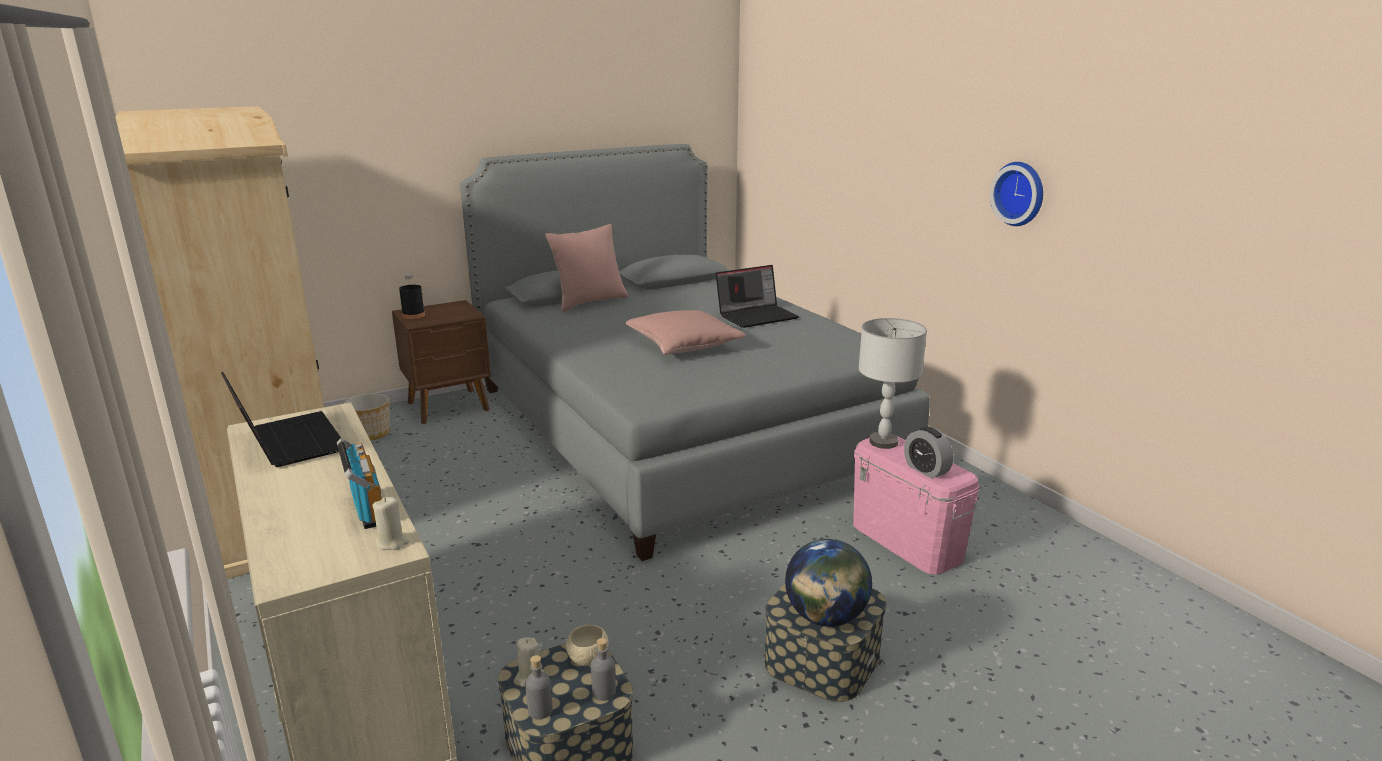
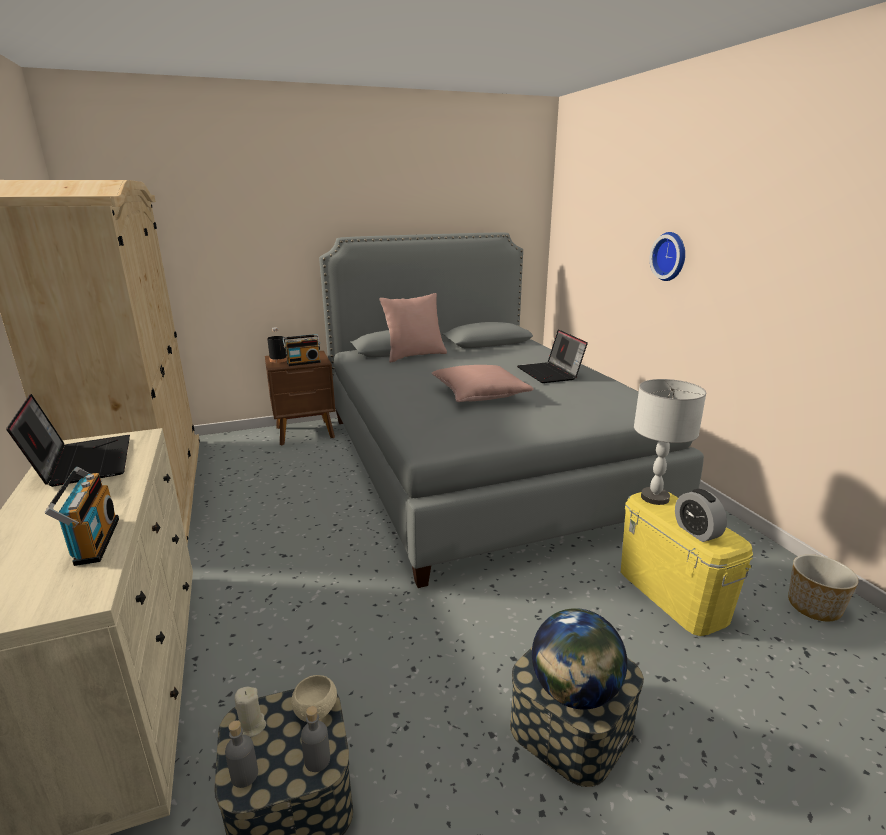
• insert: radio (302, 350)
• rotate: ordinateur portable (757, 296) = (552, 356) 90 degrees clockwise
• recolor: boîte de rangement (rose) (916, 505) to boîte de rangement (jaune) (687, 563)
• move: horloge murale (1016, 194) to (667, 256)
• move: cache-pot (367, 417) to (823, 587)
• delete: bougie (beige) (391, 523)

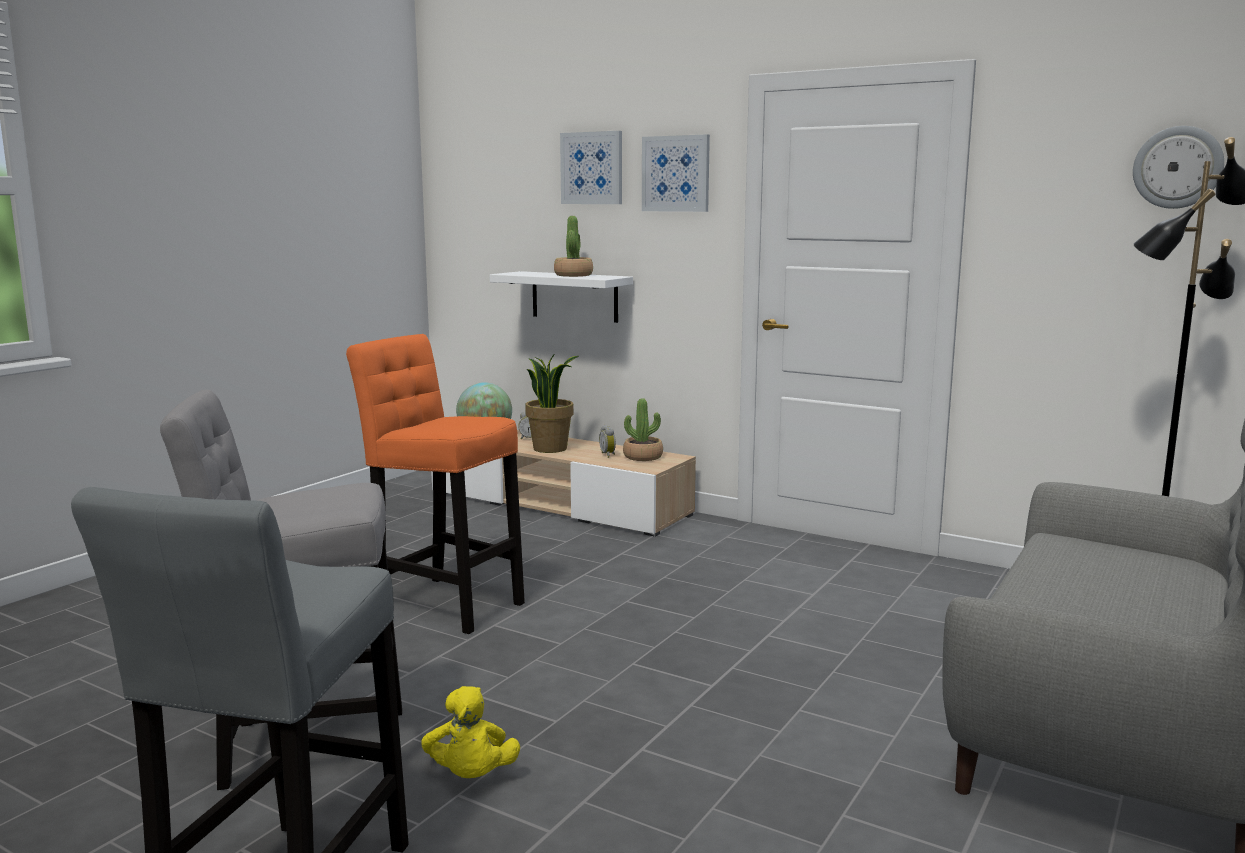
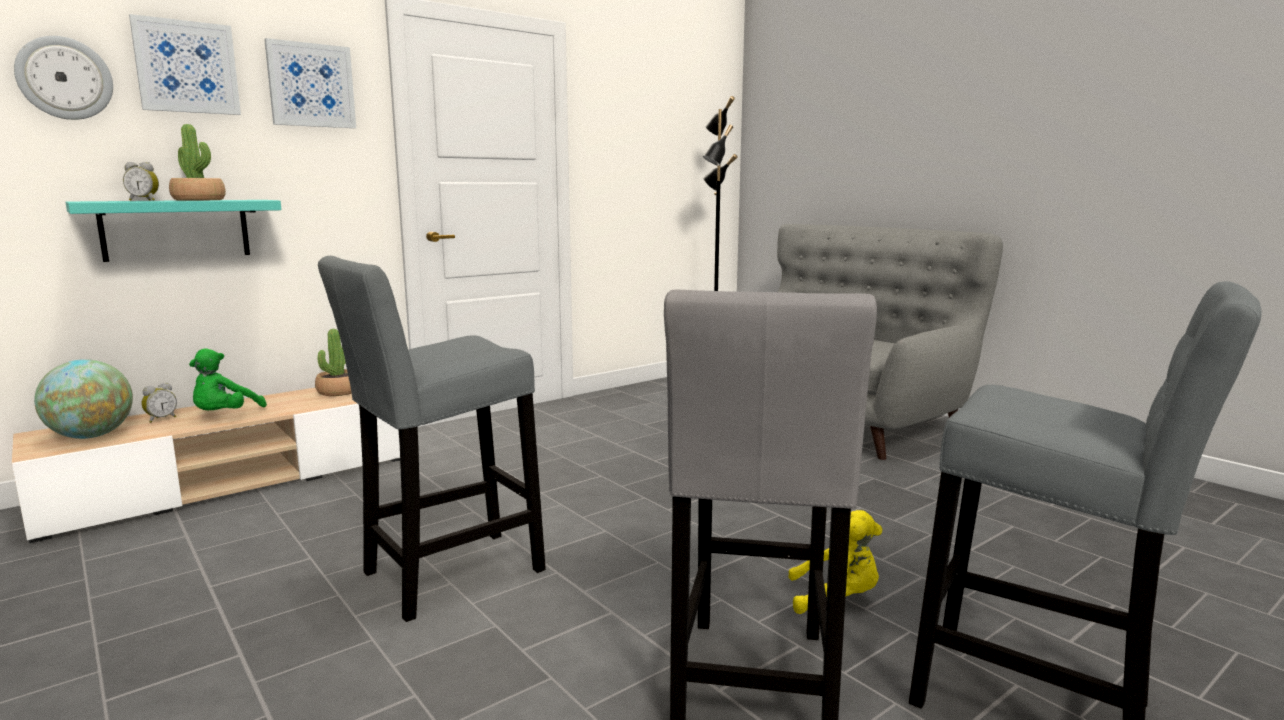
• move: horloge murale (1178, 167) to (63, 78)
• recolor: étagère (blanc) (561, 297) to étagère (turquoise) (173, 231)
• move: réveil (607, 441) to (141, 181)
• replace: plante en pot (551, 404) to peluche (vert) (228, 379)
• recolor: tabouret (orange) (435, 484) to tabouret (gris) (432, 439)

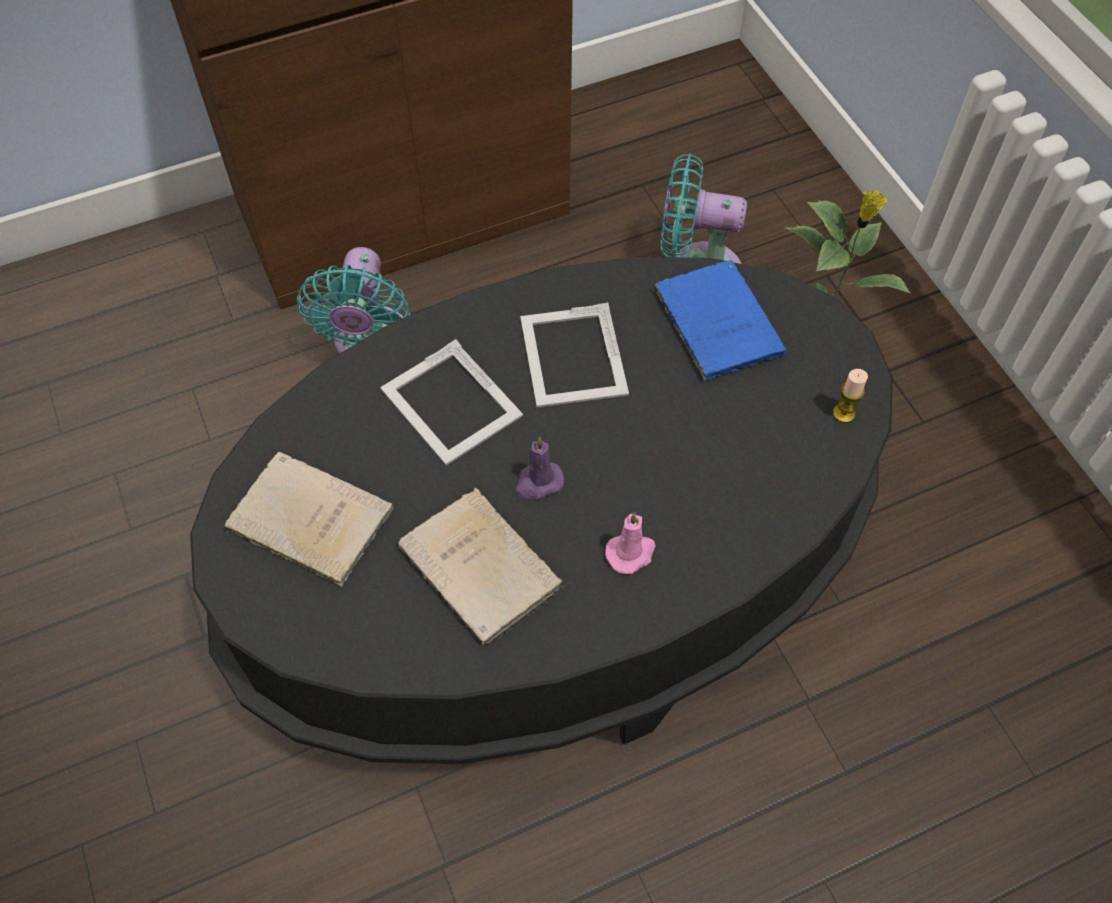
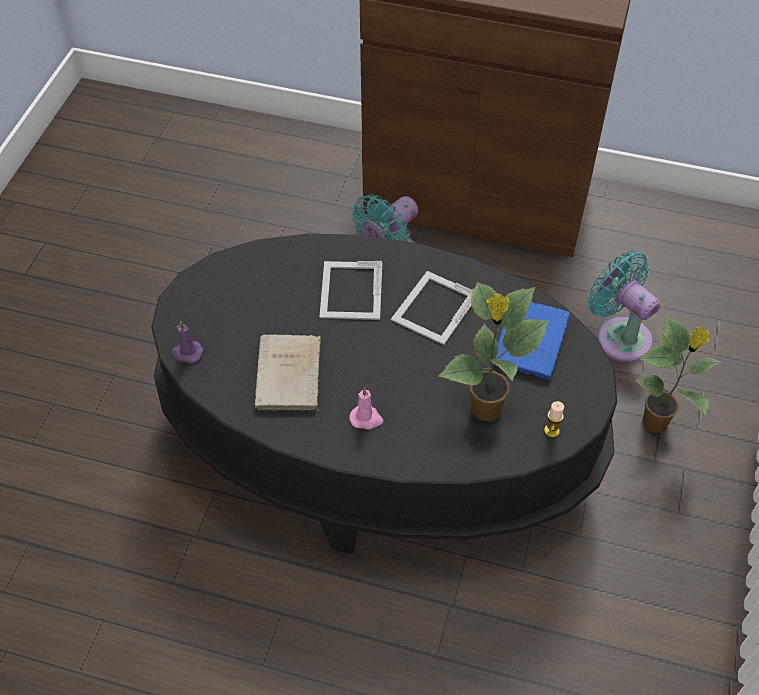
• move: bougie (violet) (539, 468) to (187, 342)
• insert: plante en pot (493, 352)
• delete: livre (beige) (308, 519)

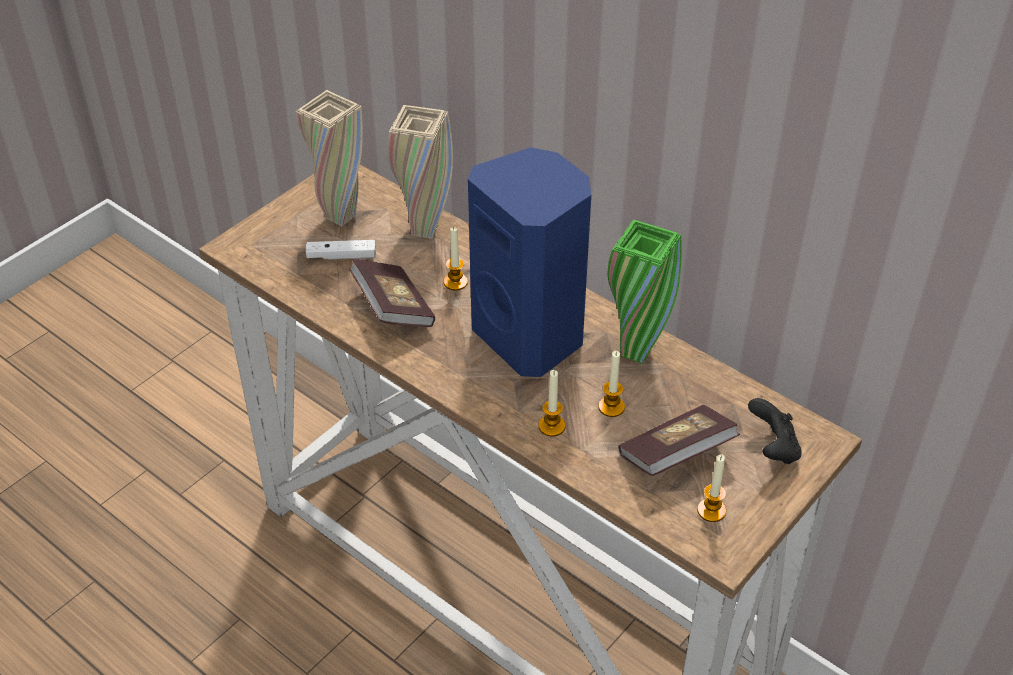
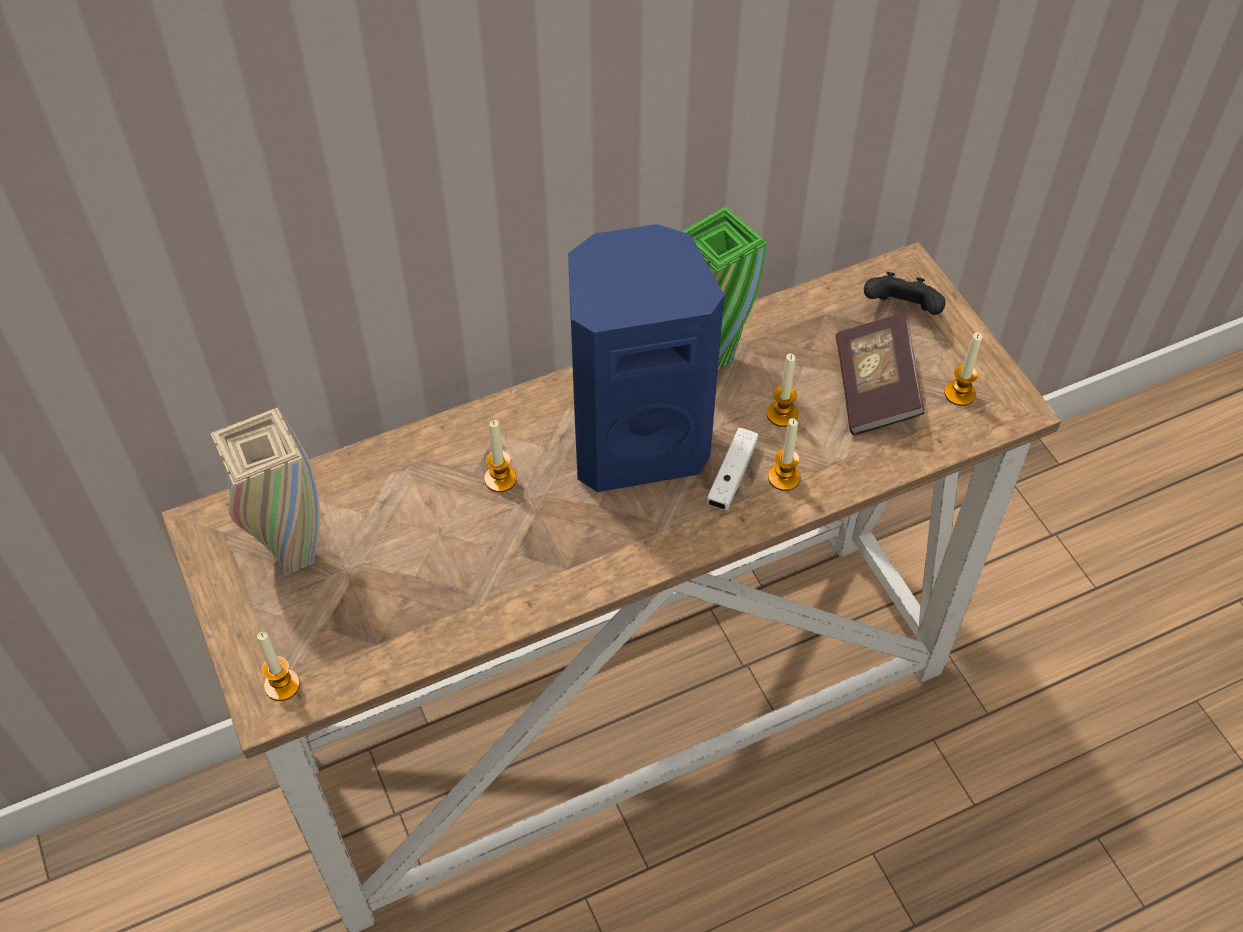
• insert: bougie (278, 666)
• move: manette (blanc) (341, 250) to (732, 469)
• delete: livre (392, 293)
• delete: vase (beige) (420, 172)

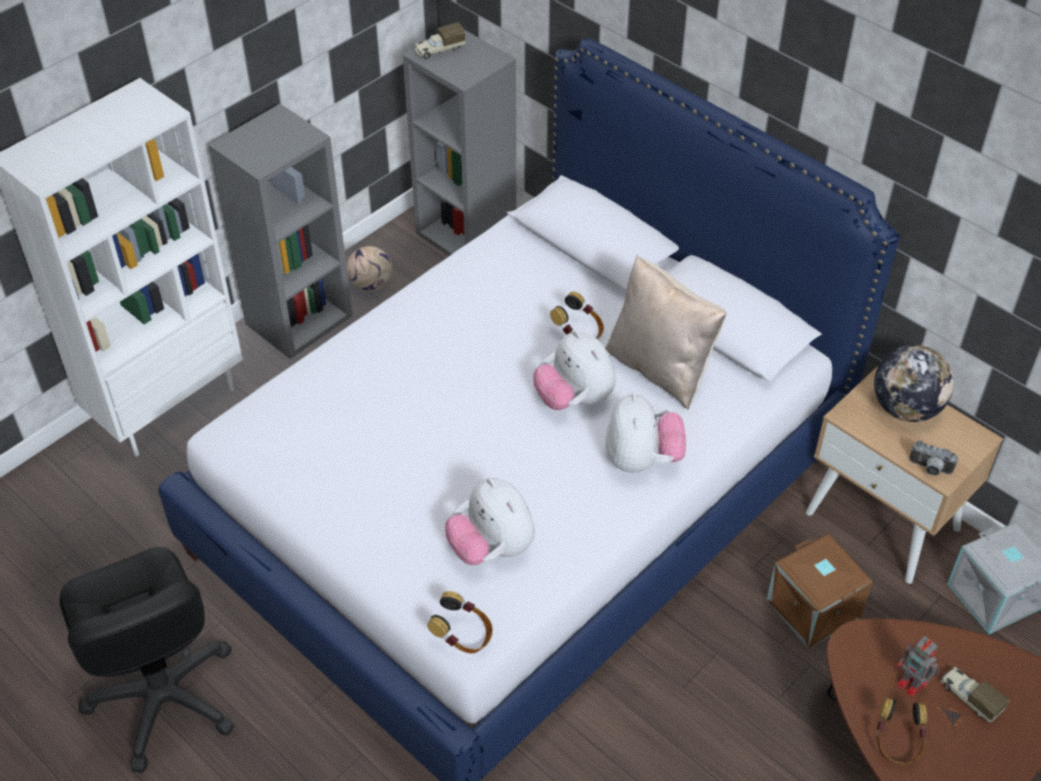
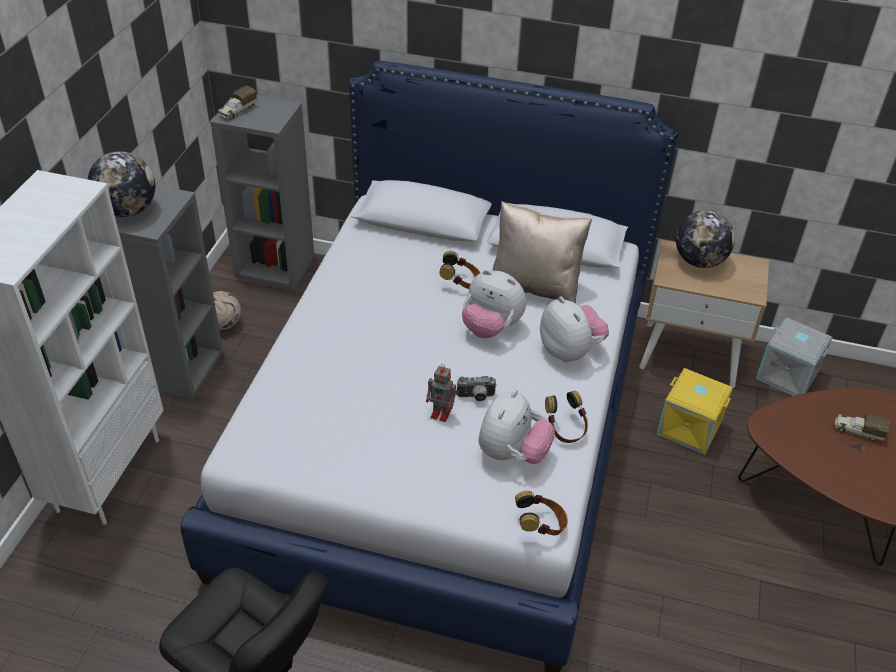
• insert: globe (121, 184)
• move: robot jouet (918, 666) to (442, 393)
• move: appareil photo (933, 458) to (477, 389)
• rotate: peluche (490, 521) = (516, 427) 90 degrees counterclockwise
• move: casque audio (901, 730) to (566, 417)
• recolor: boîte de rangement (marron) (820, 591) to boîte de rangement (jaune) (694, 411)

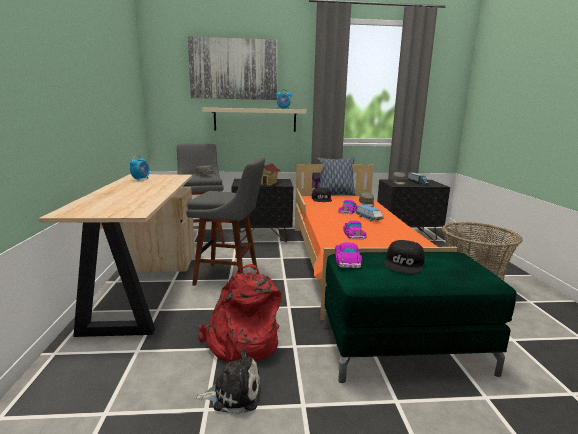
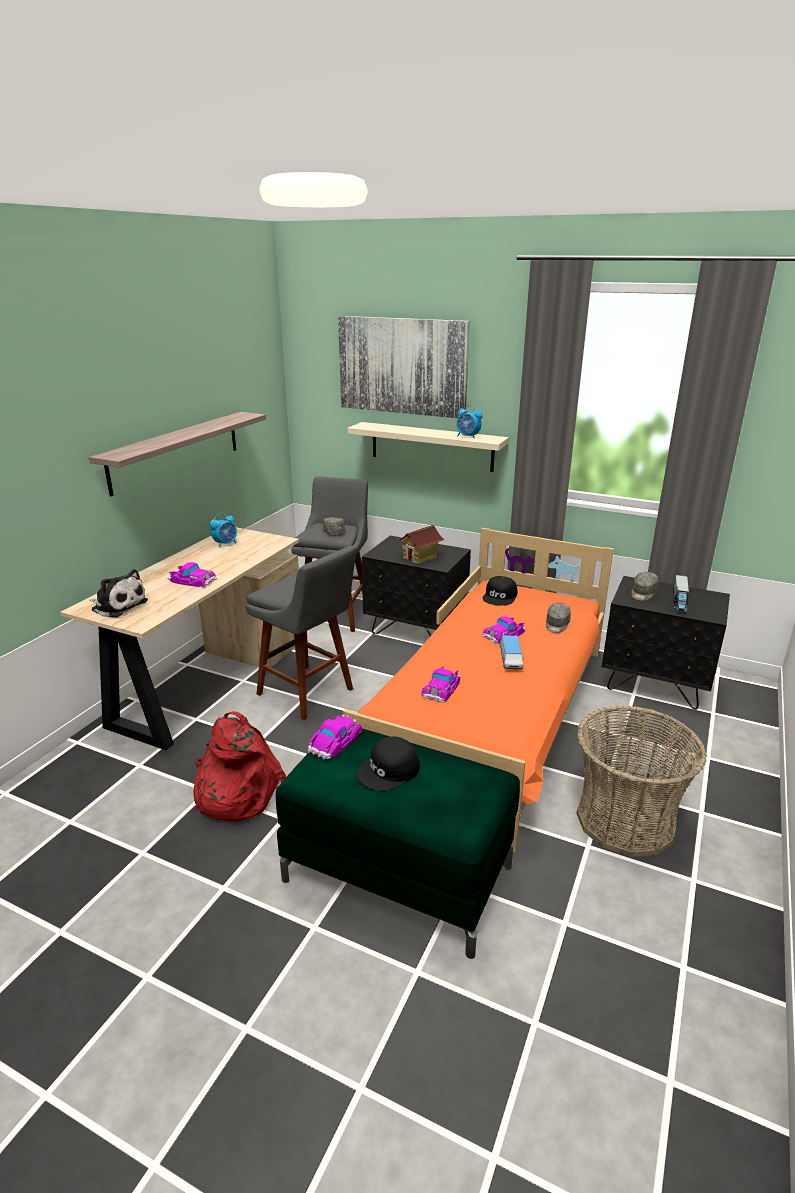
• insert: étagère (177, 454)
• move: peluche (227, 381) to (119, 593)
• insert: petite voiture (192, 574)
• delete: coussin (336, 176)

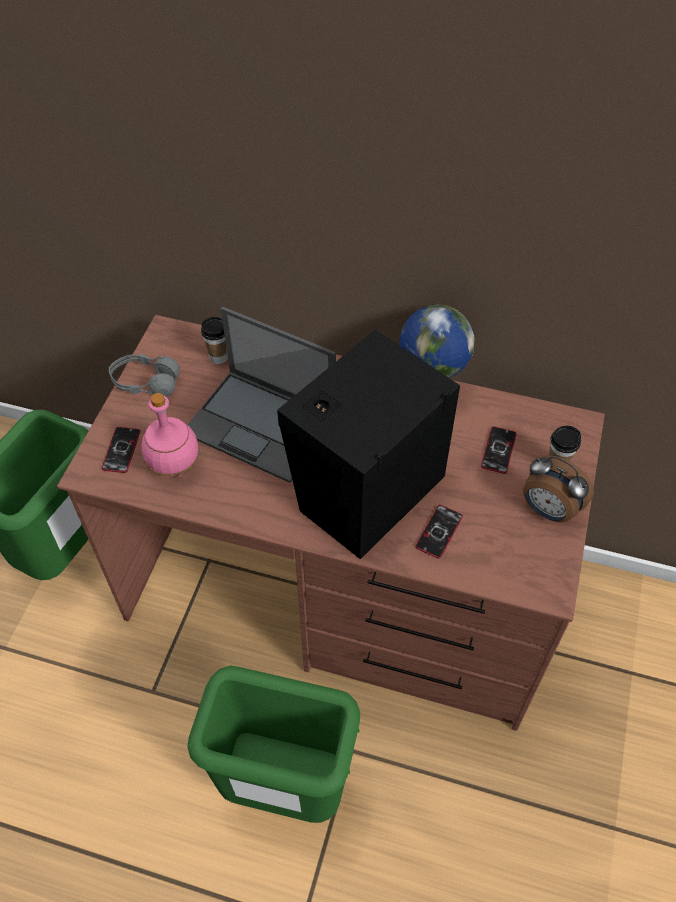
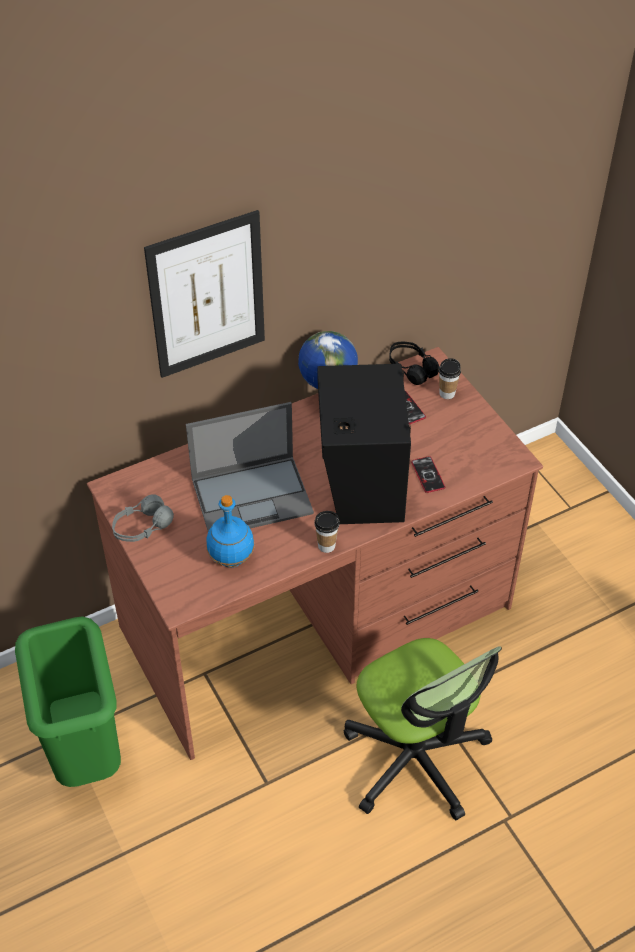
• insert: tableau (204, 294)
• recolor: bouteille (rose) (170, 435) to bouteille (bleu) (230, 531)
• move: tasse (214, 340) to (327, 532)
• replace: poubelle (vert) (273, 744) to chaise de bureau (423, 729)
• insert: casque audio (noir) (414, 363)
• delete: téléphone (121, 450)
• delete: réveil (558, 489)

